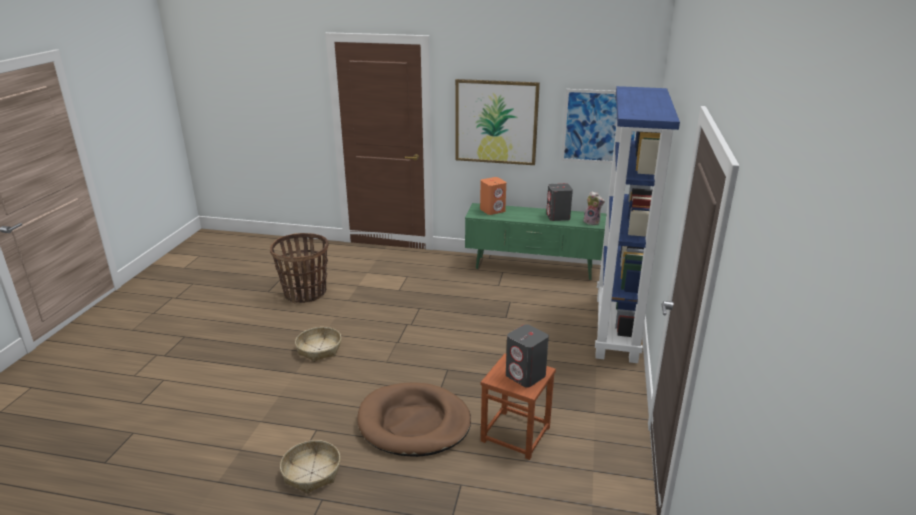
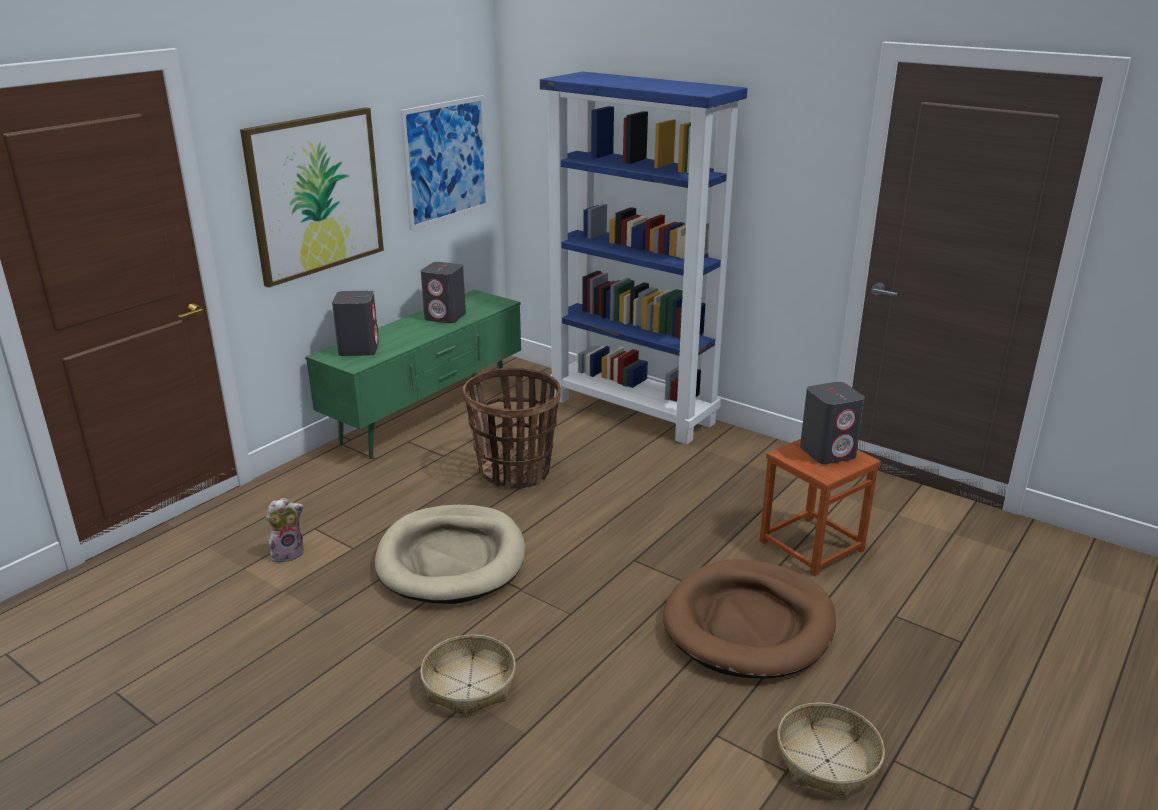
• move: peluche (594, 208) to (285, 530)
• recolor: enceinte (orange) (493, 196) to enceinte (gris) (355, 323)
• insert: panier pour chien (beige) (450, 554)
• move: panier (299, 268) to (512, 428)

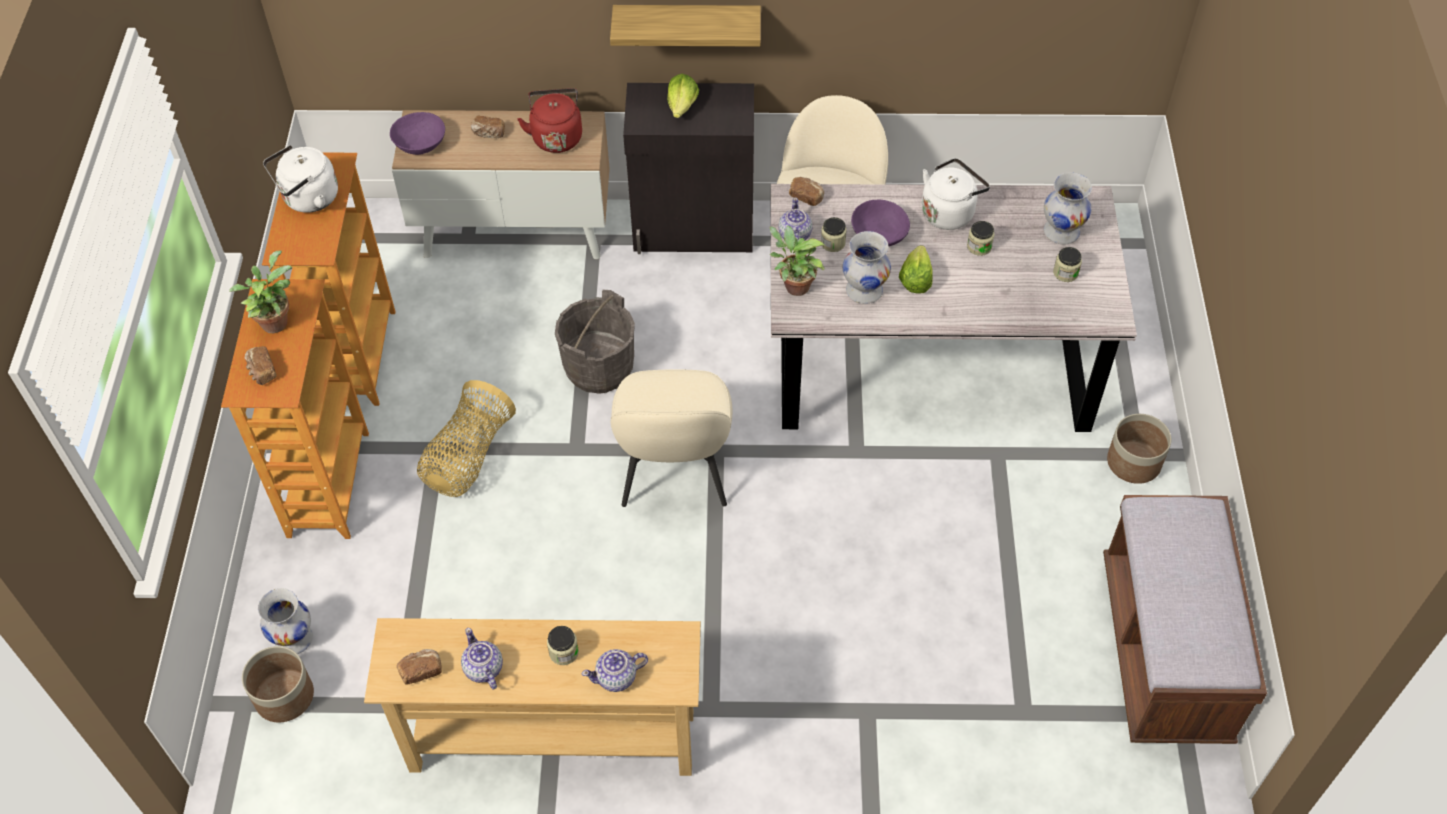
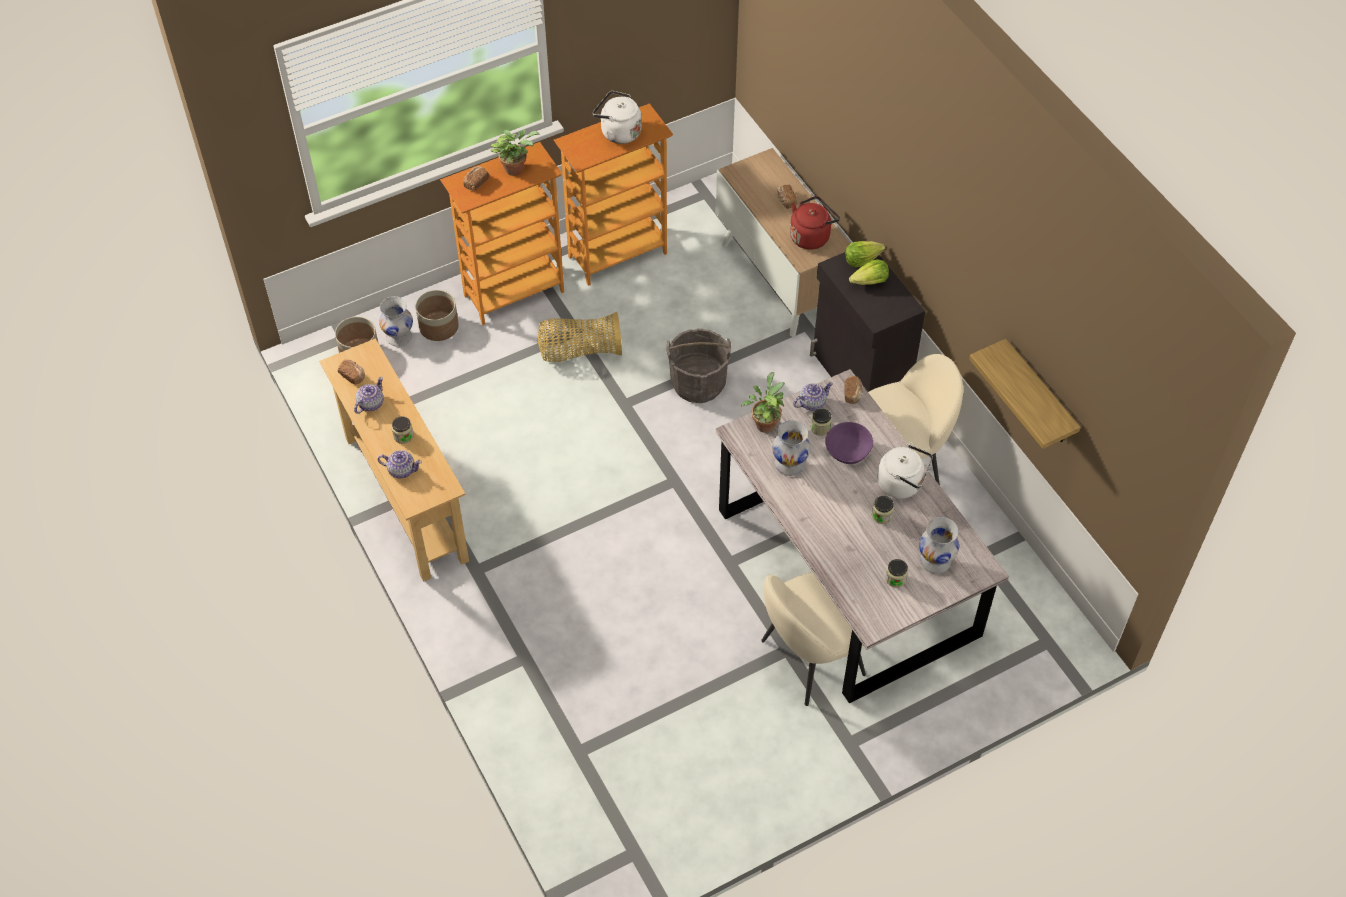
• rotate: théière (615, 670) = (400, 464) 150 degrees clockwise
• move: cache-pot (1139, 449) to (437, 315)
• move: chaise (beige) (671, 438) to (813, 639)
• move: laitue (916, 269) to (865, 254)
• move: étagère (685, 26) to (1024, 394)
• delete: bol (violet) (417, 133)
• delete: banc (marron) (1185, 619)

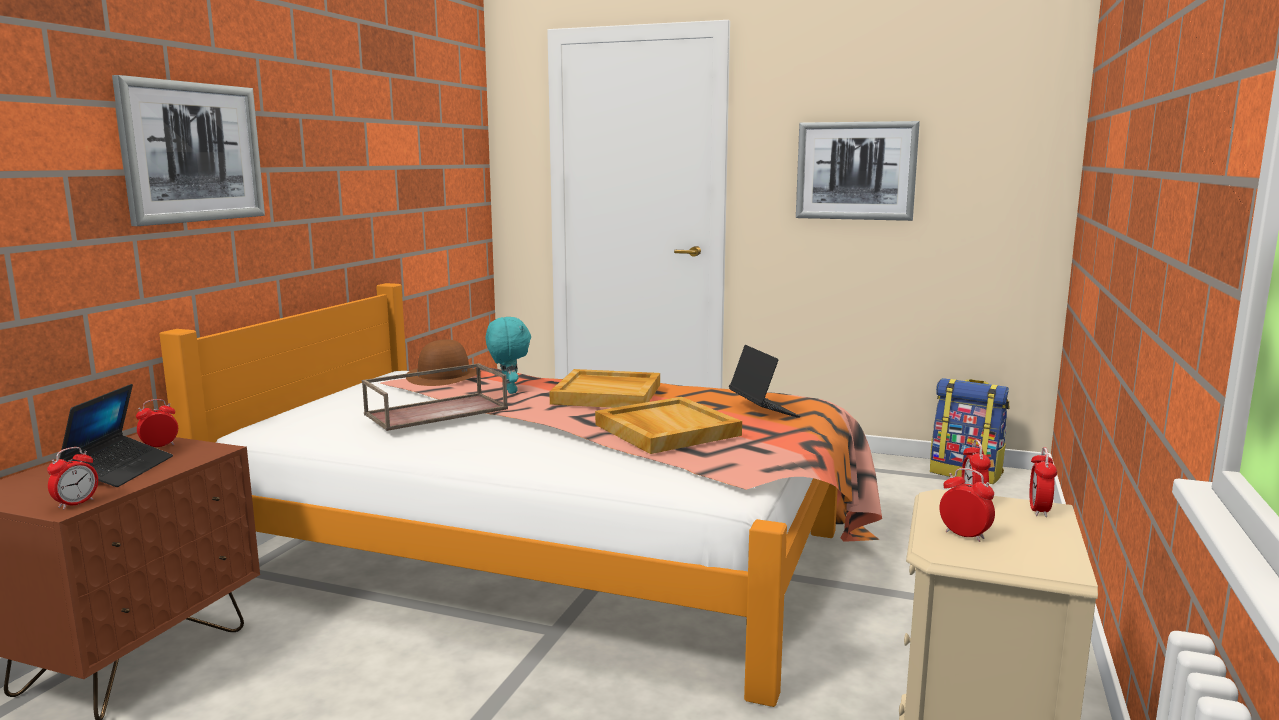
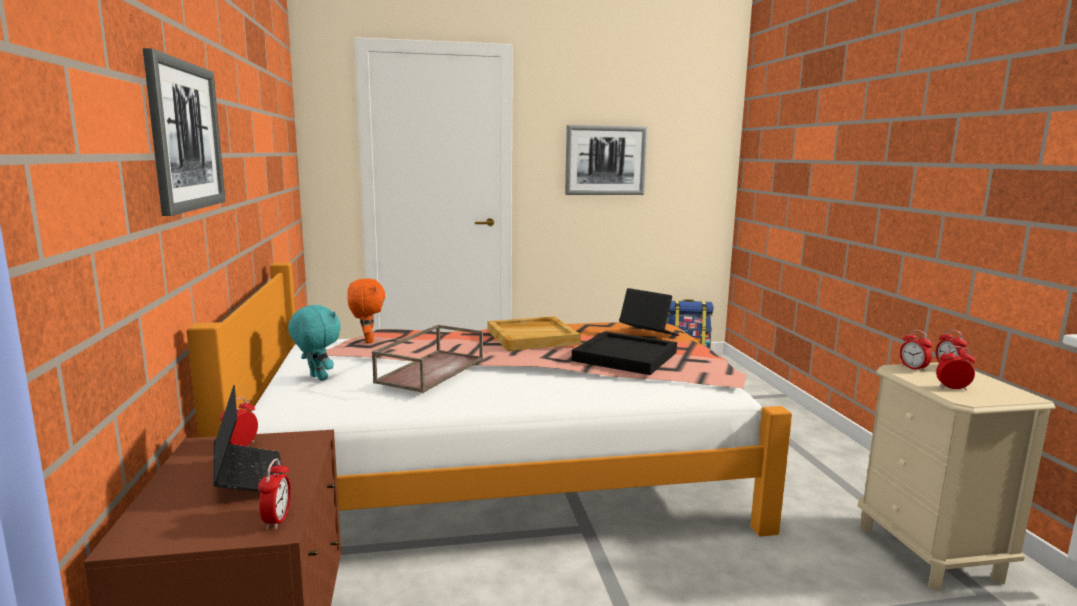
• move: peluche (turquoise) (508, 355) to (314, 343)
• replace: chapeau (marron) (443, 362) to peluche (orange) (366, 310)
• recolor: plateau (beige) (668, 425) to plateau (noir) (624, 353)

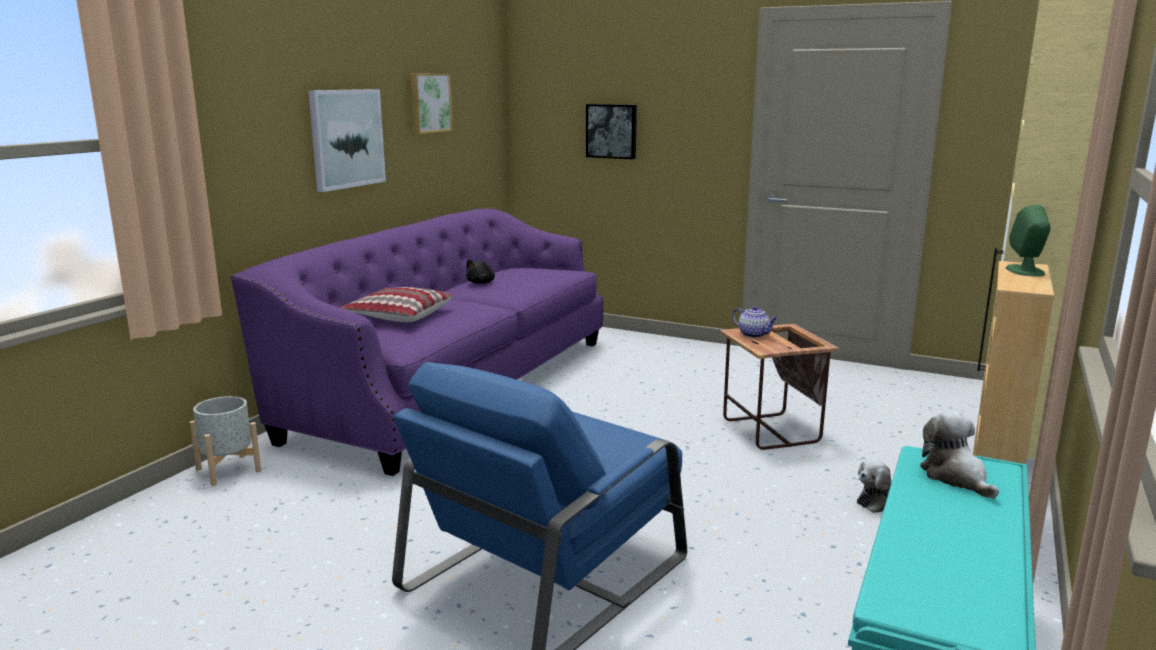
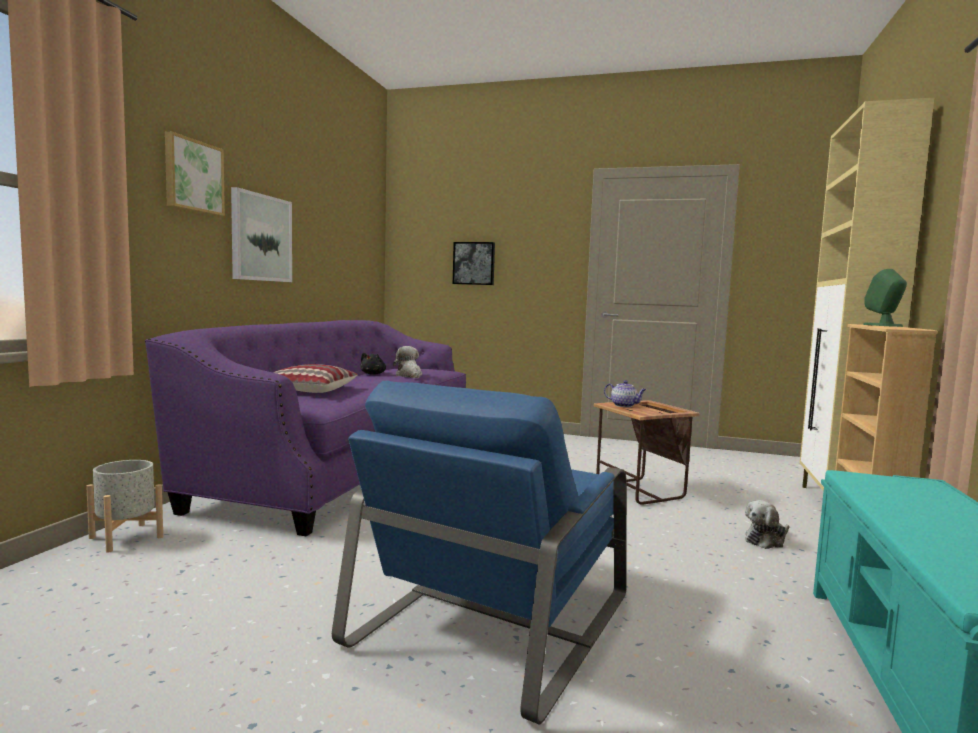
• move: tableau (431, 103) to (195, 174)
• move: peluche (959, 455) to (407, 362)

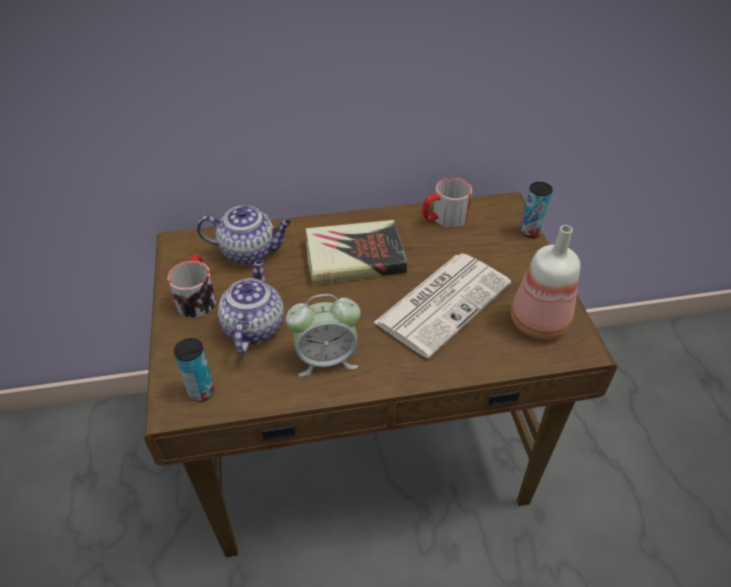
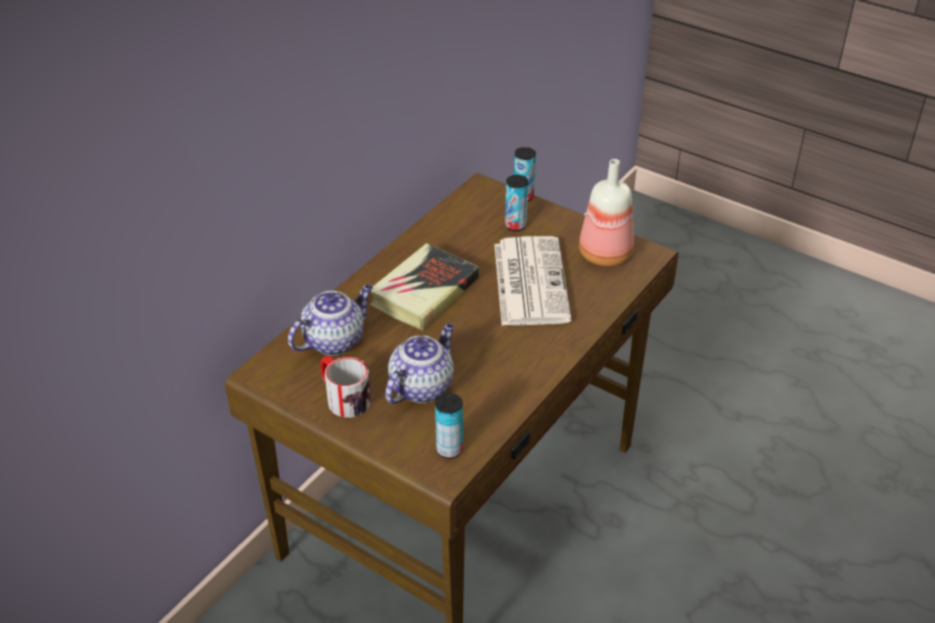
• rotate: théière (251, 307) = (419, 363) 75 degrees clockwise
• insert: boîte métallique (516, 203)
• delete: réveil (323, 335)
• delete: mug (447, 203)

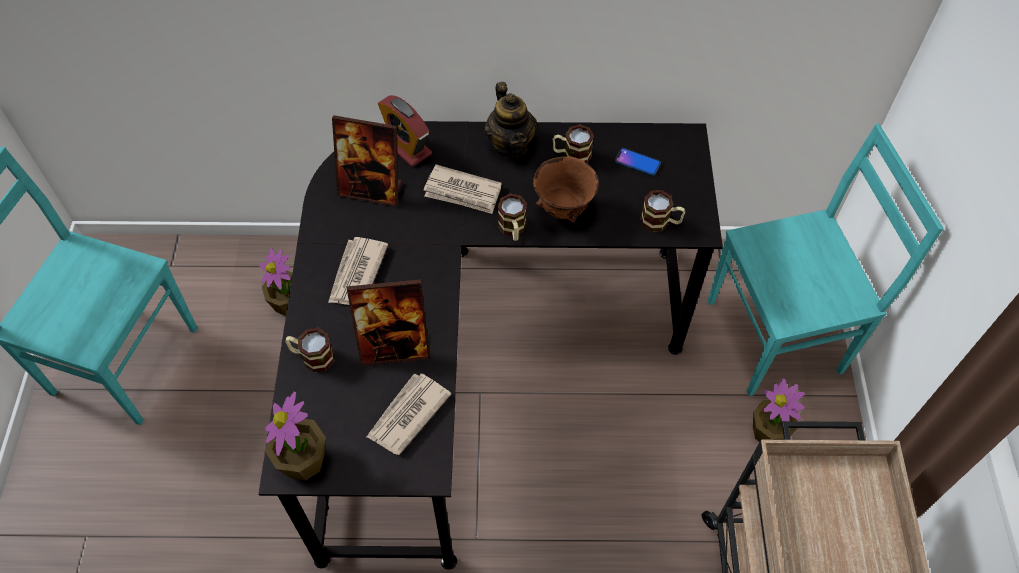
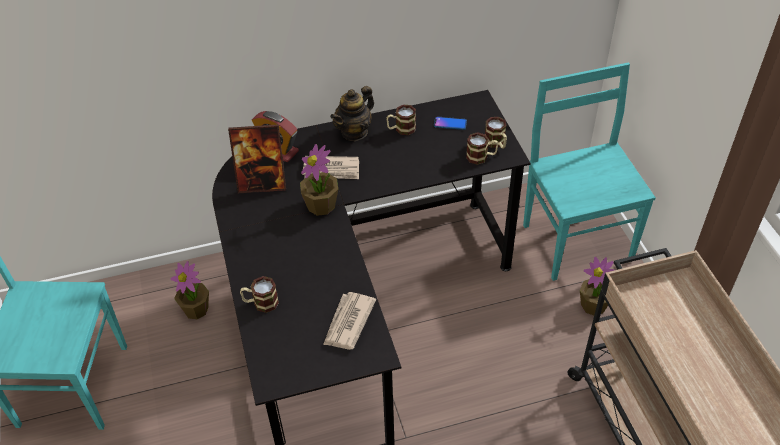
• move: plante en pot (295, 436) to (319, 180)
• rotate: théière (510, 119) = (352, 113) 75 degrees clockwise
• move: mug (512, 217) to (496, 133)
• rotate: chaise (turquoise) (825, 260) = (589, 172) 75 degrees counterclockwise
• delete: journal (358, 271)
• delete: cadre photo (388, 322)
• delete: bol (marron) (566, 189)

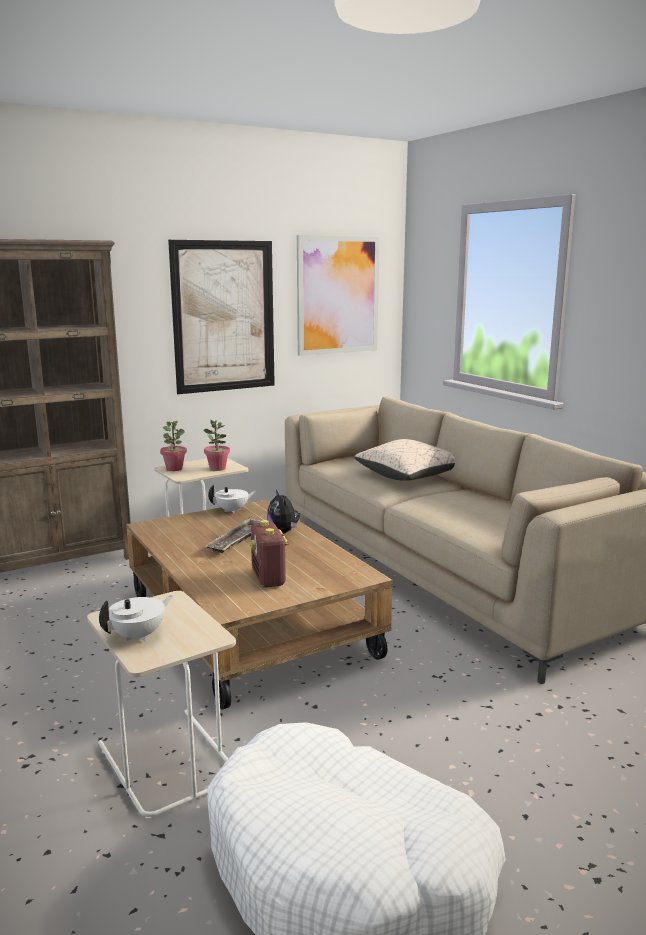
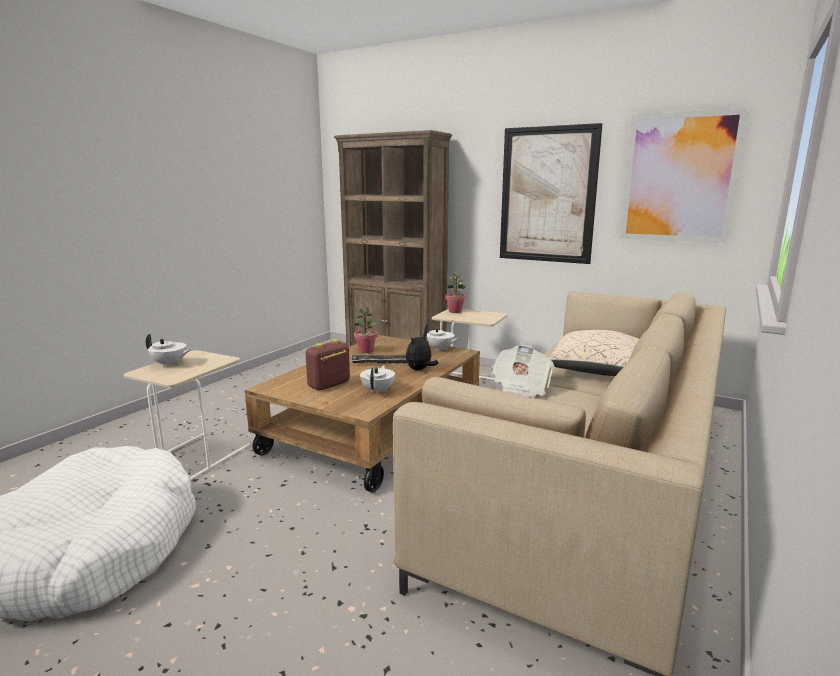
• move: plante en pot (216, 445) to (366, 330)
• insert: théière (blanc) (377, 379)
• insert: journal (522, 371)

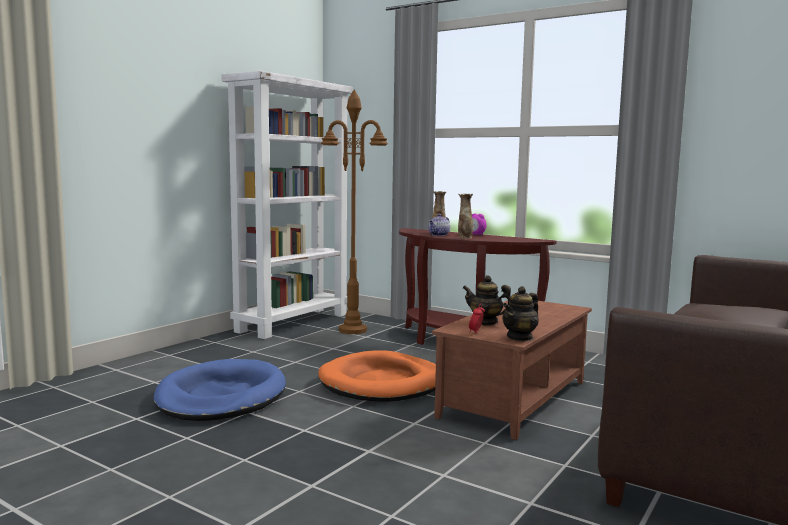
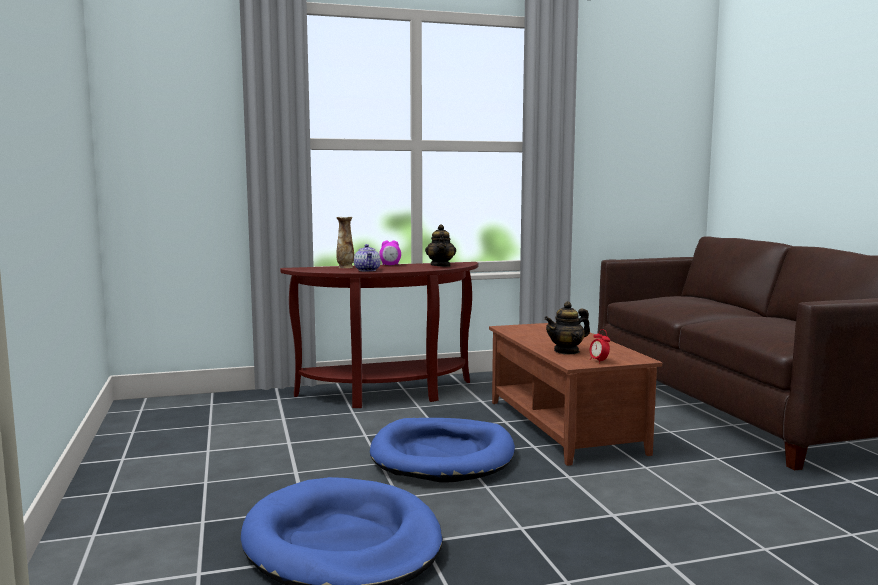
• recolor: panier pour chien (orange) (377, 376) to panier pour chien (bleu) (442, 450)
• move: théière (520, 313) to (440, 245)
• delete: bibliothèque (blanc) (287, 205)
• delete: lampadaire (marron) (354, 212)
• delete: vase (465, 216)

